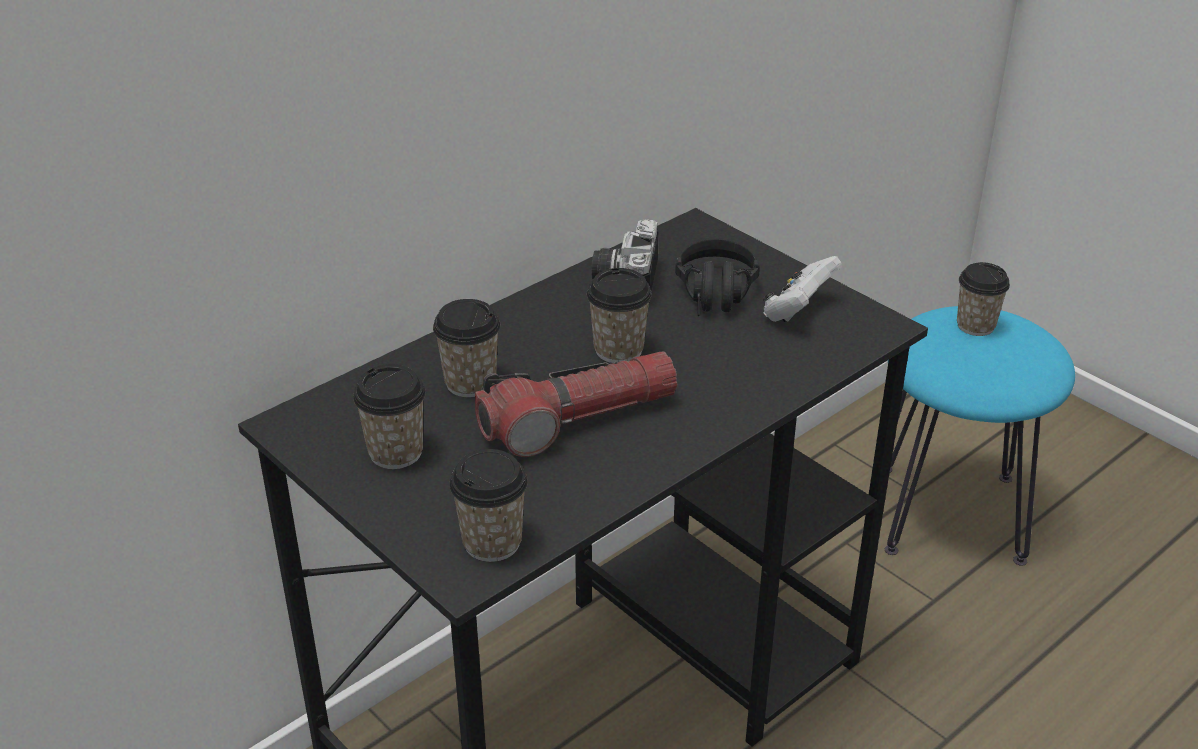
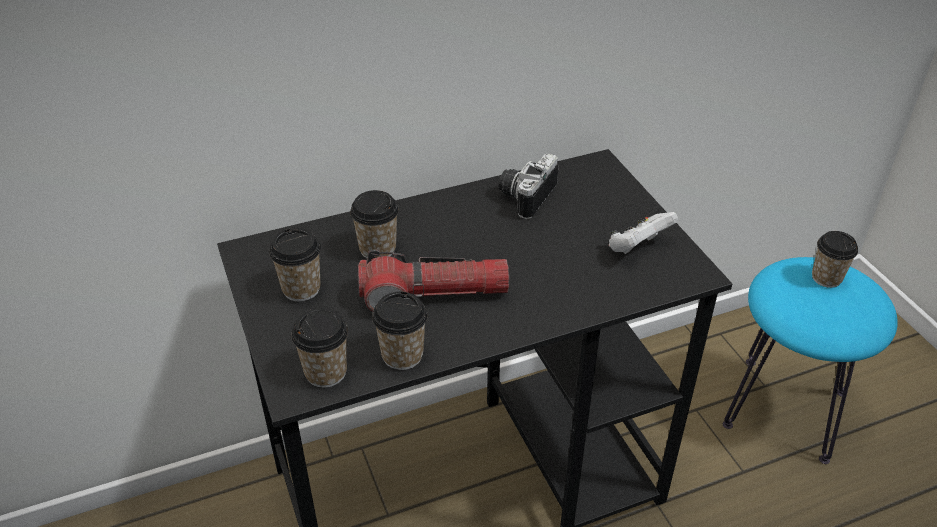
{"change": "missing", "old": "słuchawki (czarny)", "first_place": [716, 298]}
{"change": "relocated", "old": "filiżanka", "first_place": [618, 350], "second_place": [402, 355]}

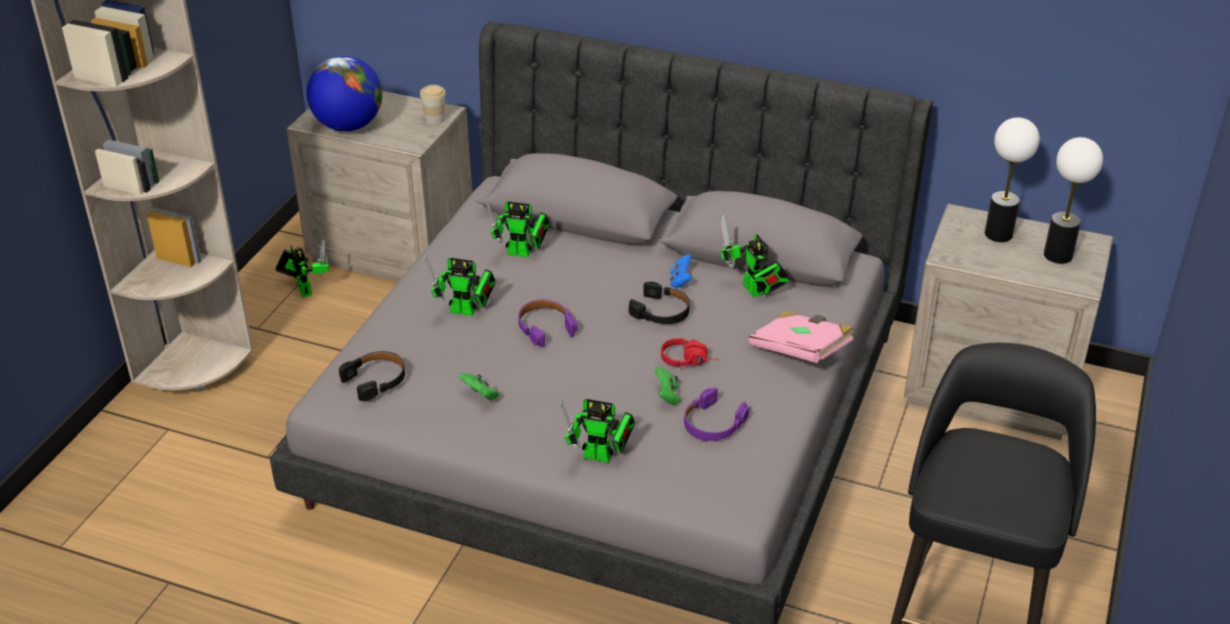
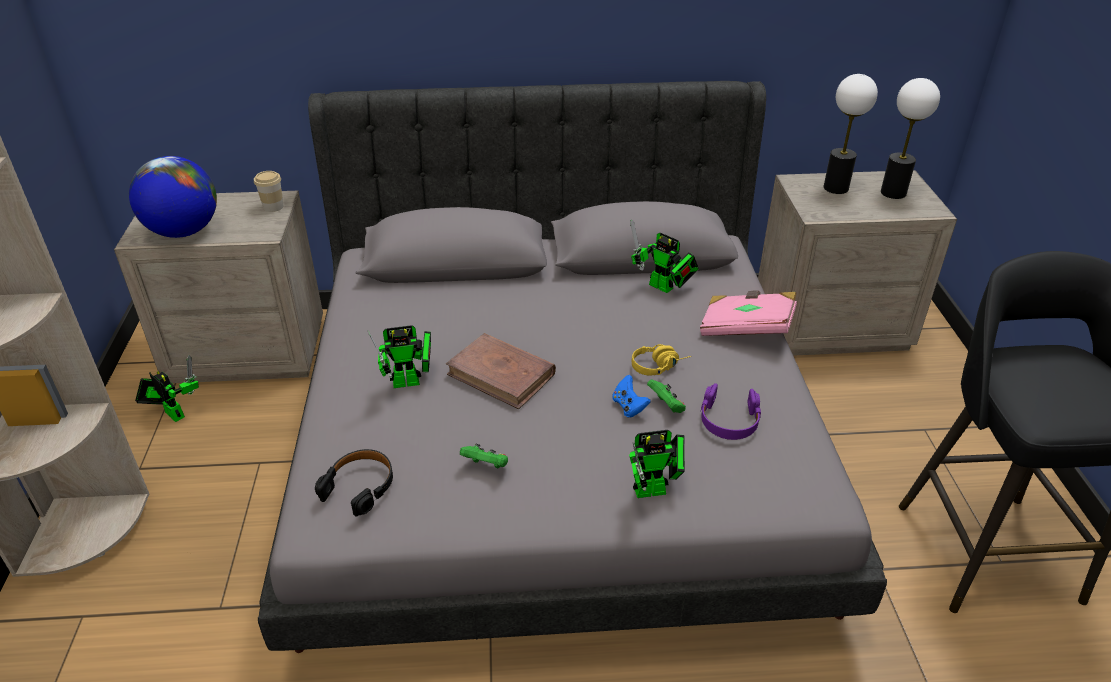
{"change": "missing", "old": "robot zabawkowy", "first_place": [522, 253]}
{"change": "relocated", "old": "pad do gier (niebieski)", "first_place": [680, 281], "second_place": [629, 407]}
{"change": "missing", "old": "słuchawki (czarny)", "first_place": [661, 312]}
{"change": "exchanged", "old": "słuchawki (fioletowy)", "new": "książka (brązowy)", "first_place": [545, 327], "second_place": [501, 375]}
{"change": "colour", "old": "słuchawki (czerwony)", "new": "słuchawki (żółty)", "first_place": [689, 360], "second_place": [659, 366]}

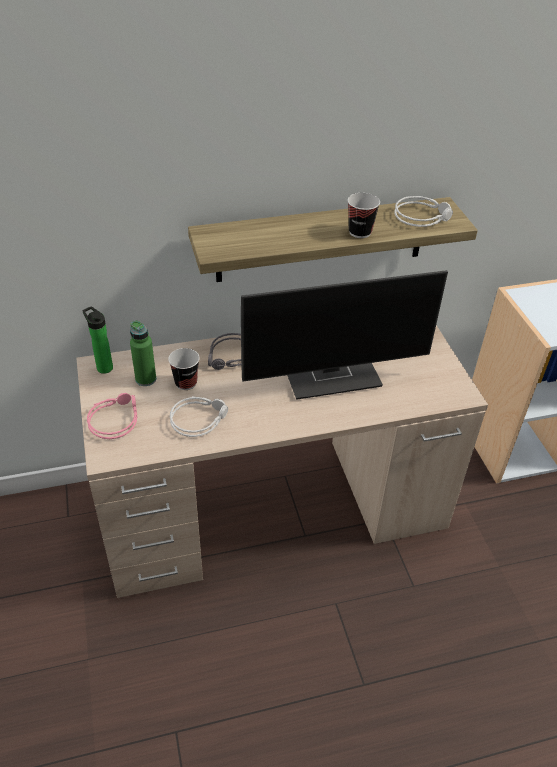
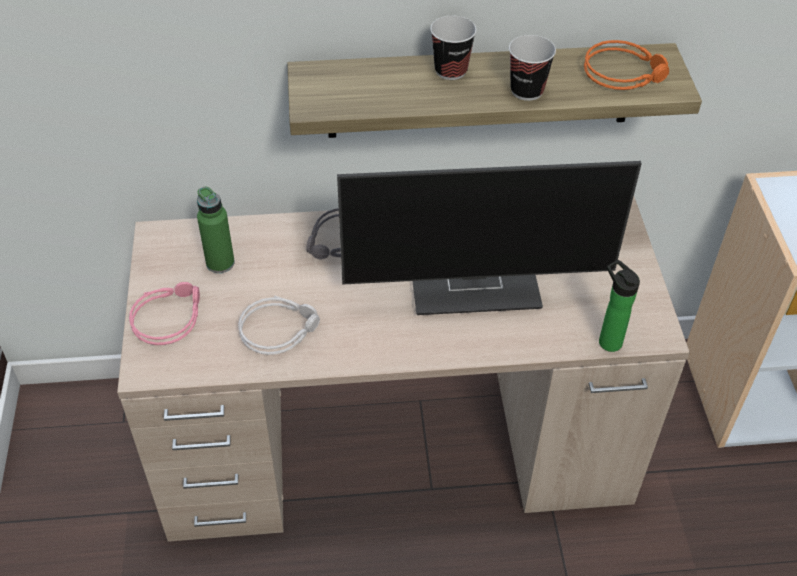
{"change": "colour", "old": "słuchawki (szary)", "new": "słuchawki (pomarańczowy)", "first_place": [422, 216], "second_place": [624, 72]}
{"change": "relocated", "old": "butelka", "first_place": [103, 367], "second_place": [607, 340]}
{"change": "relocated", "old": "filiżanka", "first_place": [186, 383], "second_place": [451, 70]}

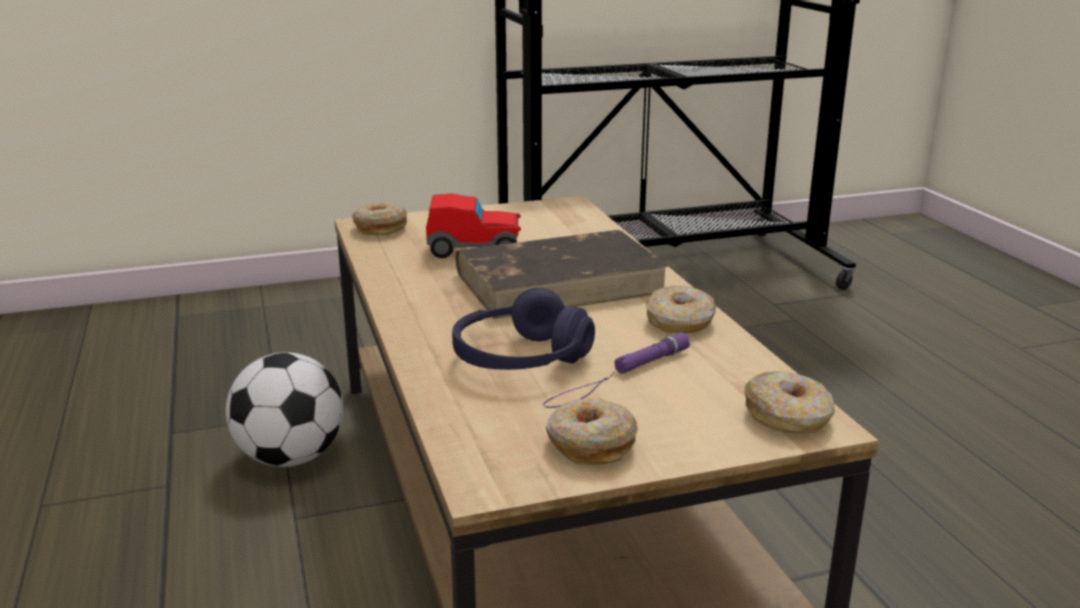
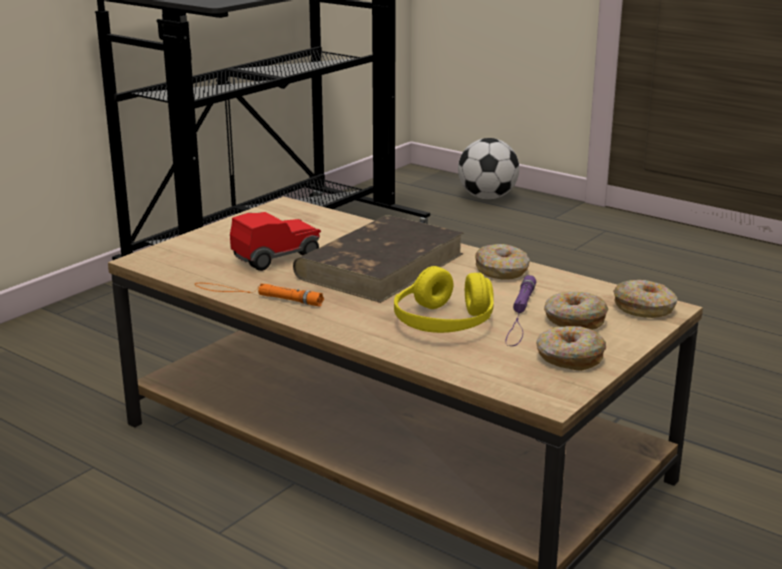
{"change": "relocated", "old": "donut", "first_place": [380, 228], "second_place": [574, 320]}
{"change": "colour", "old": "słuchawki (fioletowy)", "new": "słuchawki (żółty)", "first_place": [520, 359], "second_place": [444, 323]}
{"change": "relocated", "old": "piłka futbolowa", "first_place": [290, 458], "second_place": [487, 197]}
{"change": "appeared", "new": "latarka (pomarańczowy)", "second_place": [256, 295]}

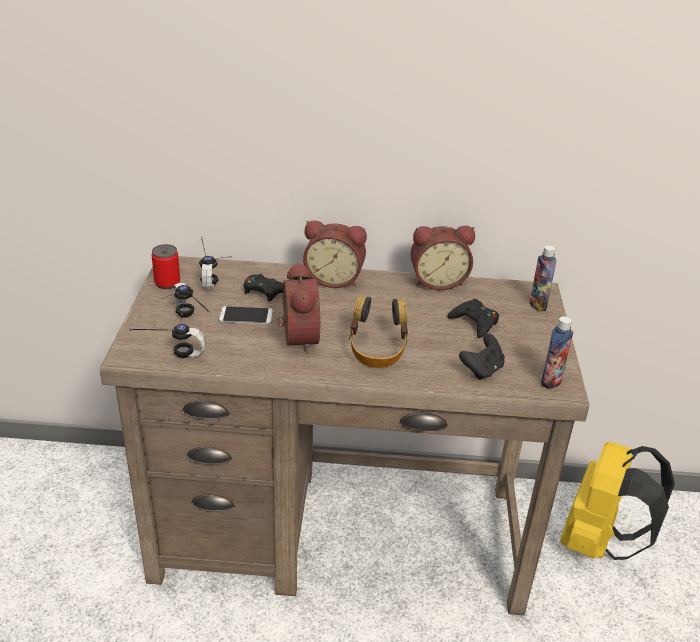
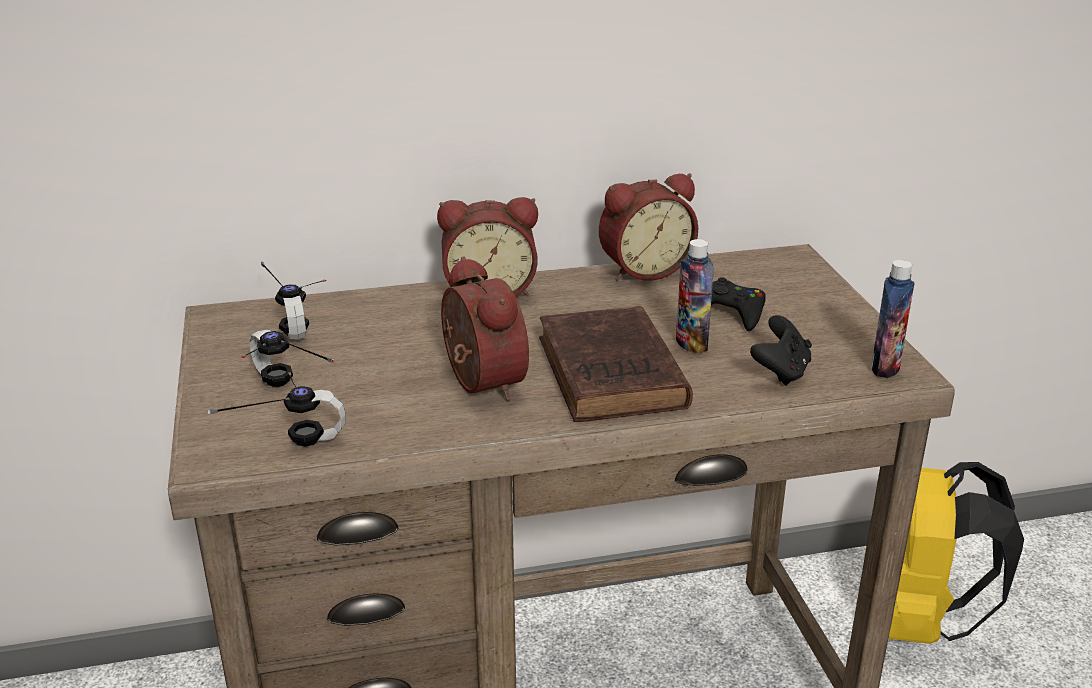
{"change": "missing", "old": "puszka", "first_place": [167, 283]}
{"change": "relocated", "old": "butelka", "first_place": [537, 305], "second_place": [691, 344]}
{"change": "missing", "old": "pad do gier (czarny)", "first_place": [265, 291]}
{"change": "exchanged", "old": "słuchawki", "new": "książka (brązowy)", "first_place": [377, 350], "second_place": [612, 375]}
{"change": "missing", "old": "telefon", "first_place": [246, 316]}

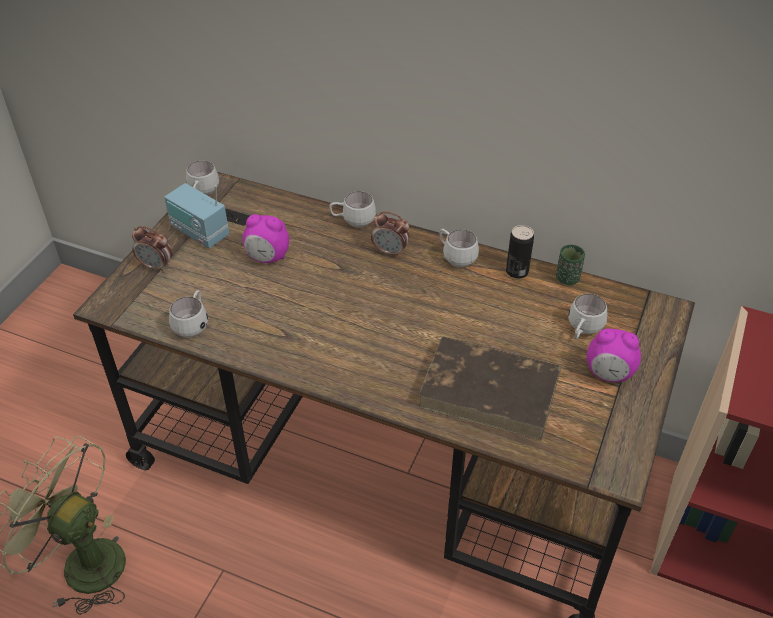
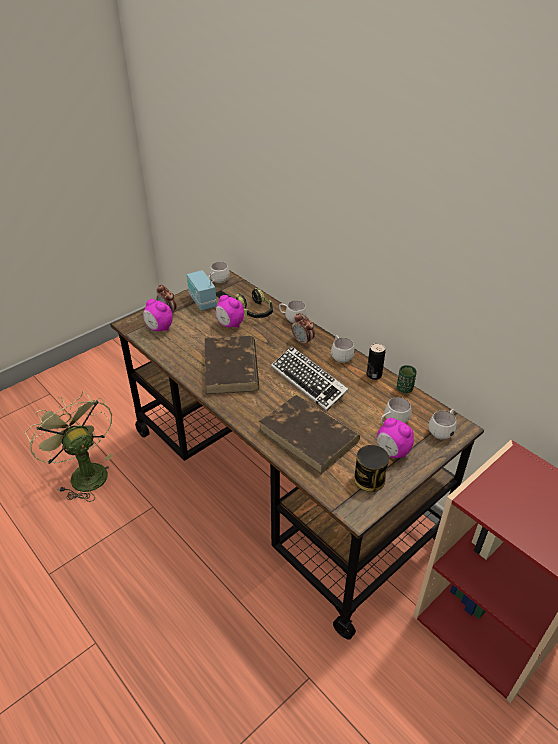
{"change": "relocated", "old": "kubek (biały)", "first_place": [193, 324], "second_place": [442, 431]}
{"change": "appeared", "new": "słuchawki", "second_place": [255, 311]}
{"change": "appeared", "new": "budzik", "second_place": [159, 328]}
{"change": "appeared", "new": "książka (brązowy)", "second_place": [231, 368]}
{"change": "appeared", "new": "klawiatura", "second_place": [308, 382]}
{"change": "appeared", "new": "puszka", "second_place": [369, 479]}

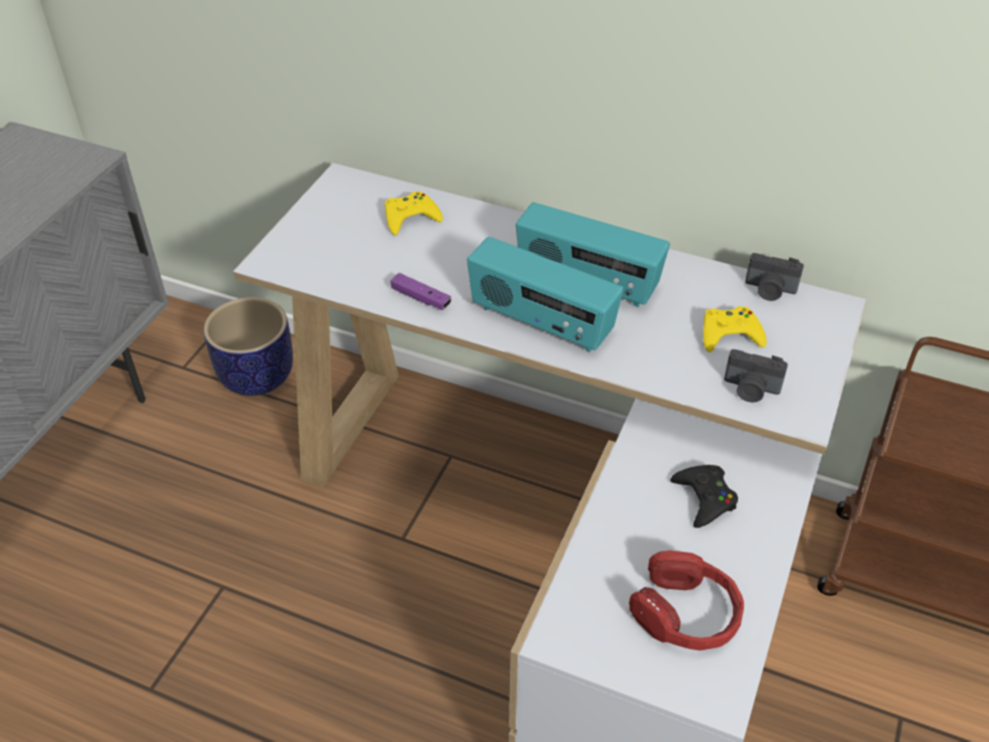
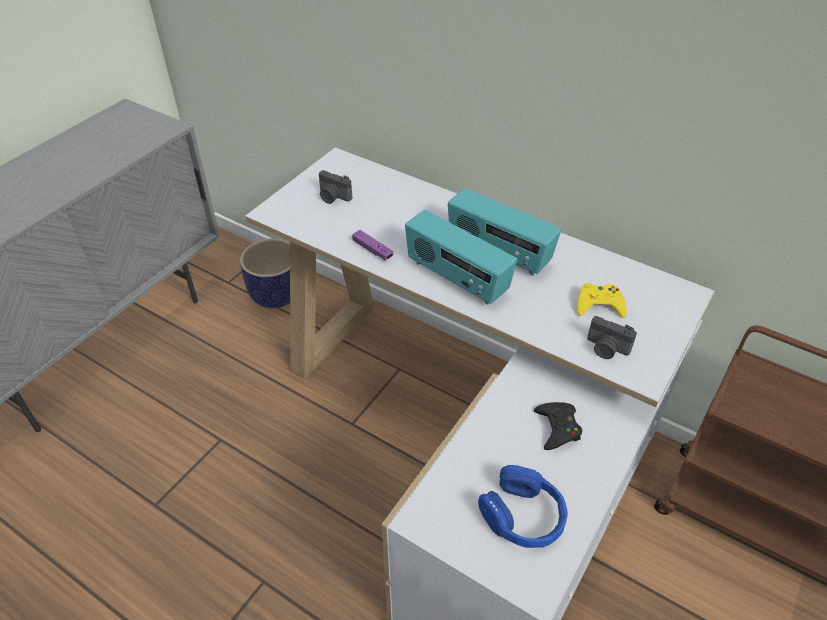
{"change": "missing", "old": "pad do gier (żółty)", "first_place": [410, 218]}
{"change": "relocated", "old": "aparat fotograficzny", "first_place": [769, 290], "second_place": [333, 197]}
{"change": "colour", "old": "słuchawki (czerwony)", "new": "słuchawki (niebieski)", "first_place": [686, 614], "second_place": [523, 516]}

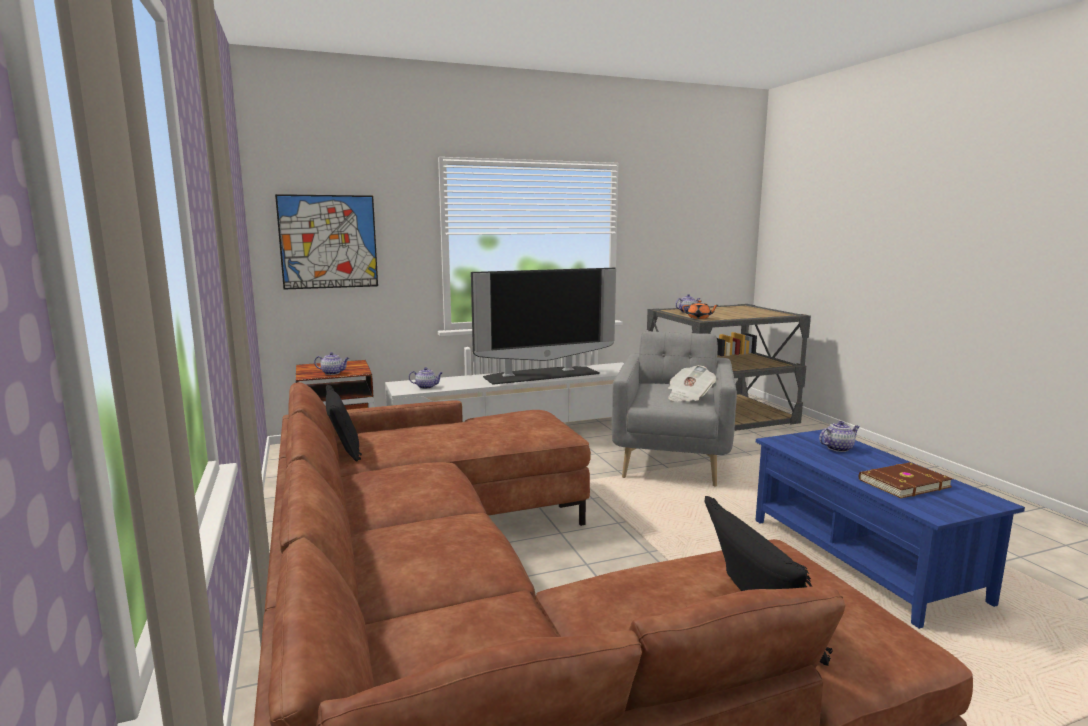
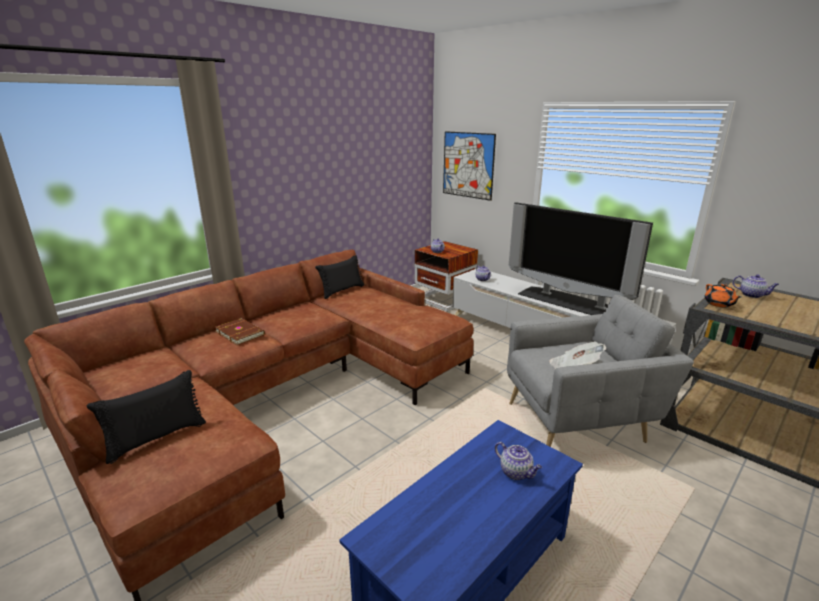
{"change": "relocated", "old": "książka (brązowy)", "first_place": [902, 483], "second_place": [240, 333]}

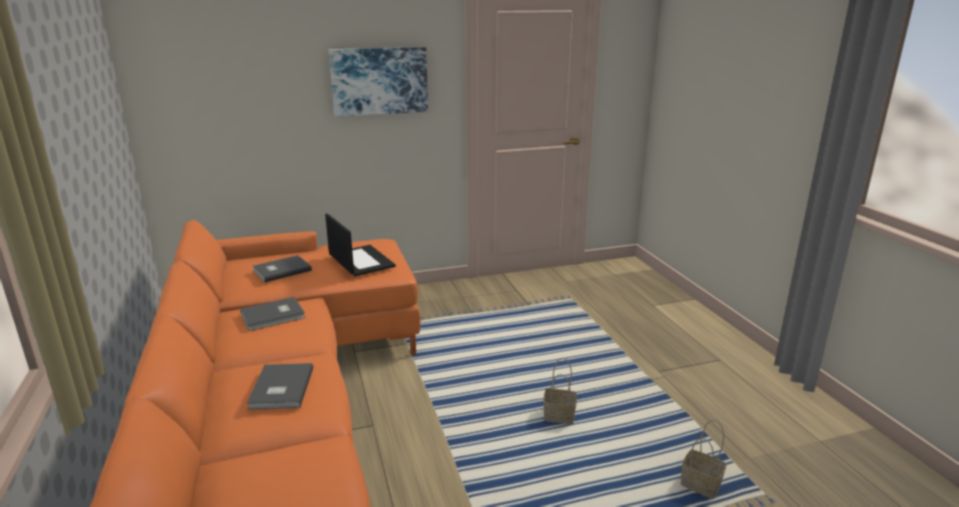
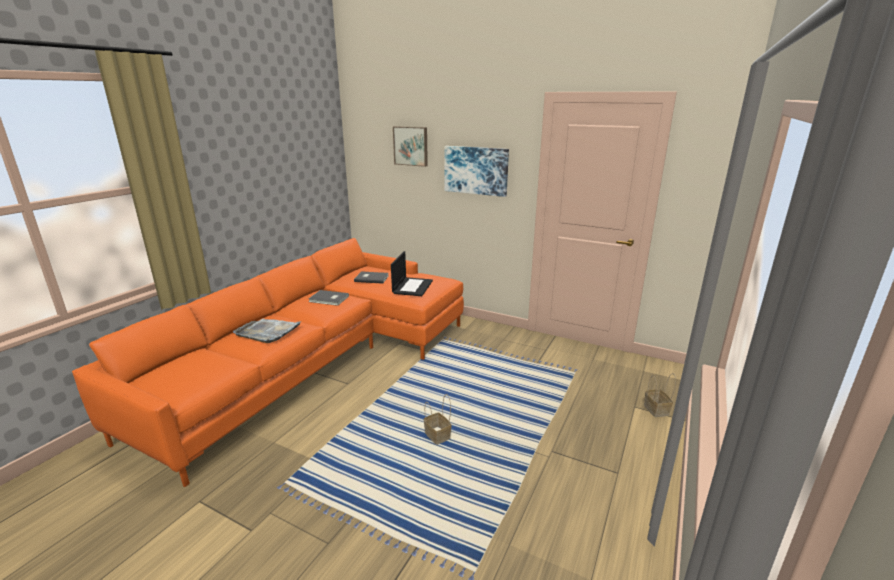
{"change": "exchanged", "old": "książka (szary)", "new": "taca (szary)", "first_place": [280, 389], "second_place": [268, 331]}
{"change": "relocated", "old": "koszyk", "first_place": [702, 485], "second_place": [657, 410]}
{"change": "appeared", "new": "obraz", "second_place": [411, 146]}

